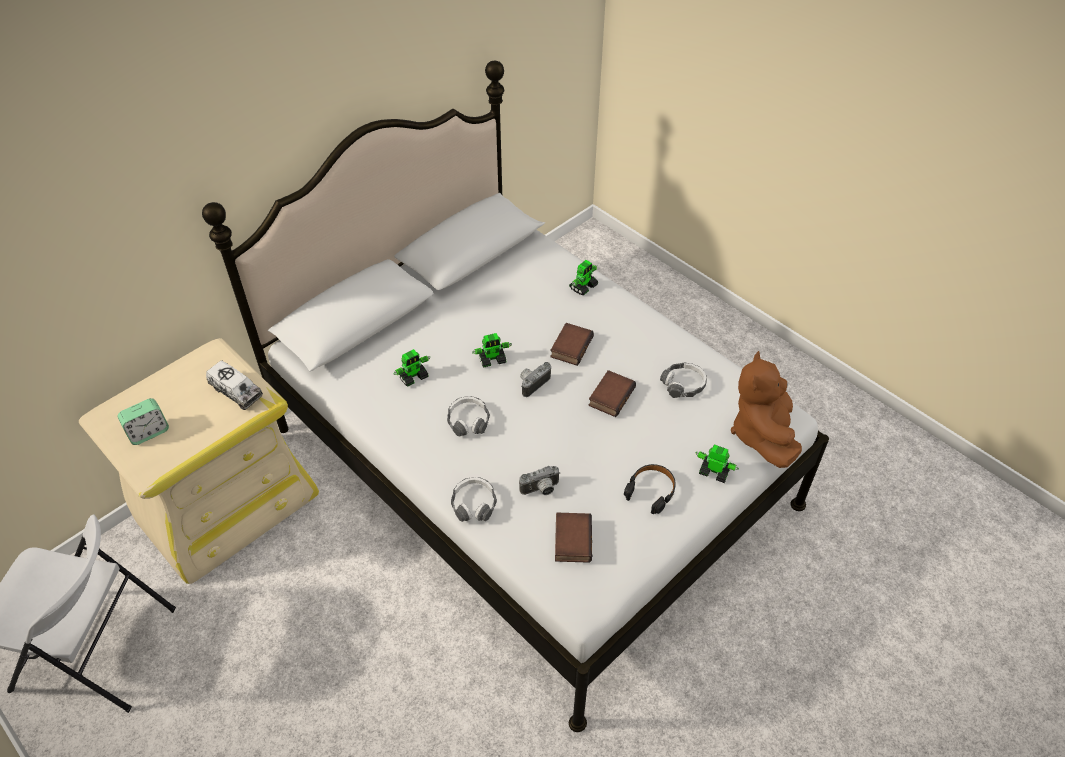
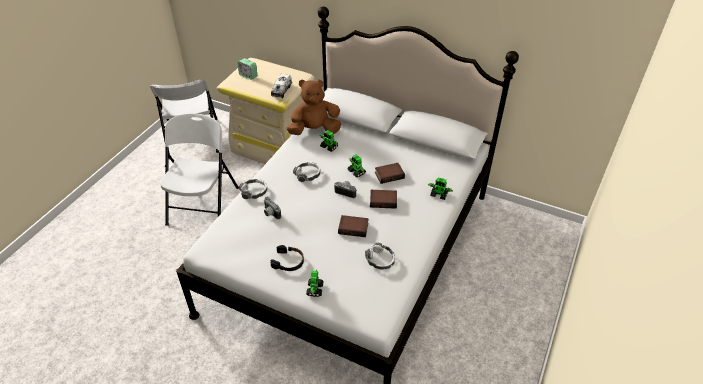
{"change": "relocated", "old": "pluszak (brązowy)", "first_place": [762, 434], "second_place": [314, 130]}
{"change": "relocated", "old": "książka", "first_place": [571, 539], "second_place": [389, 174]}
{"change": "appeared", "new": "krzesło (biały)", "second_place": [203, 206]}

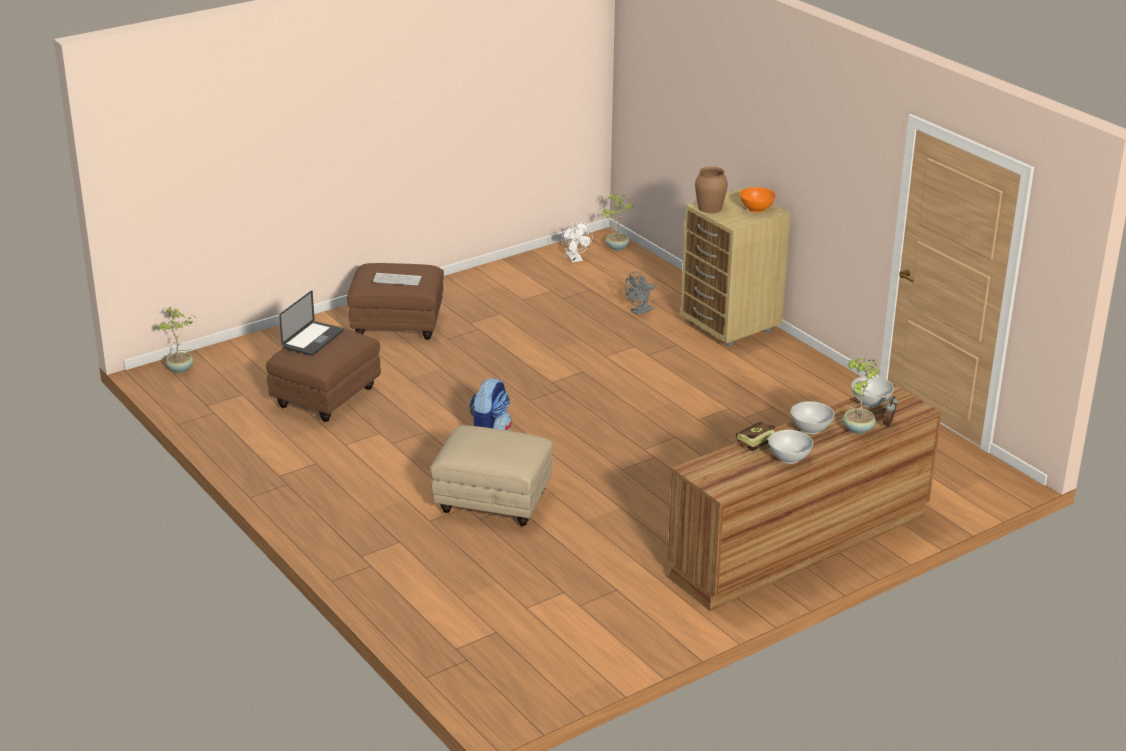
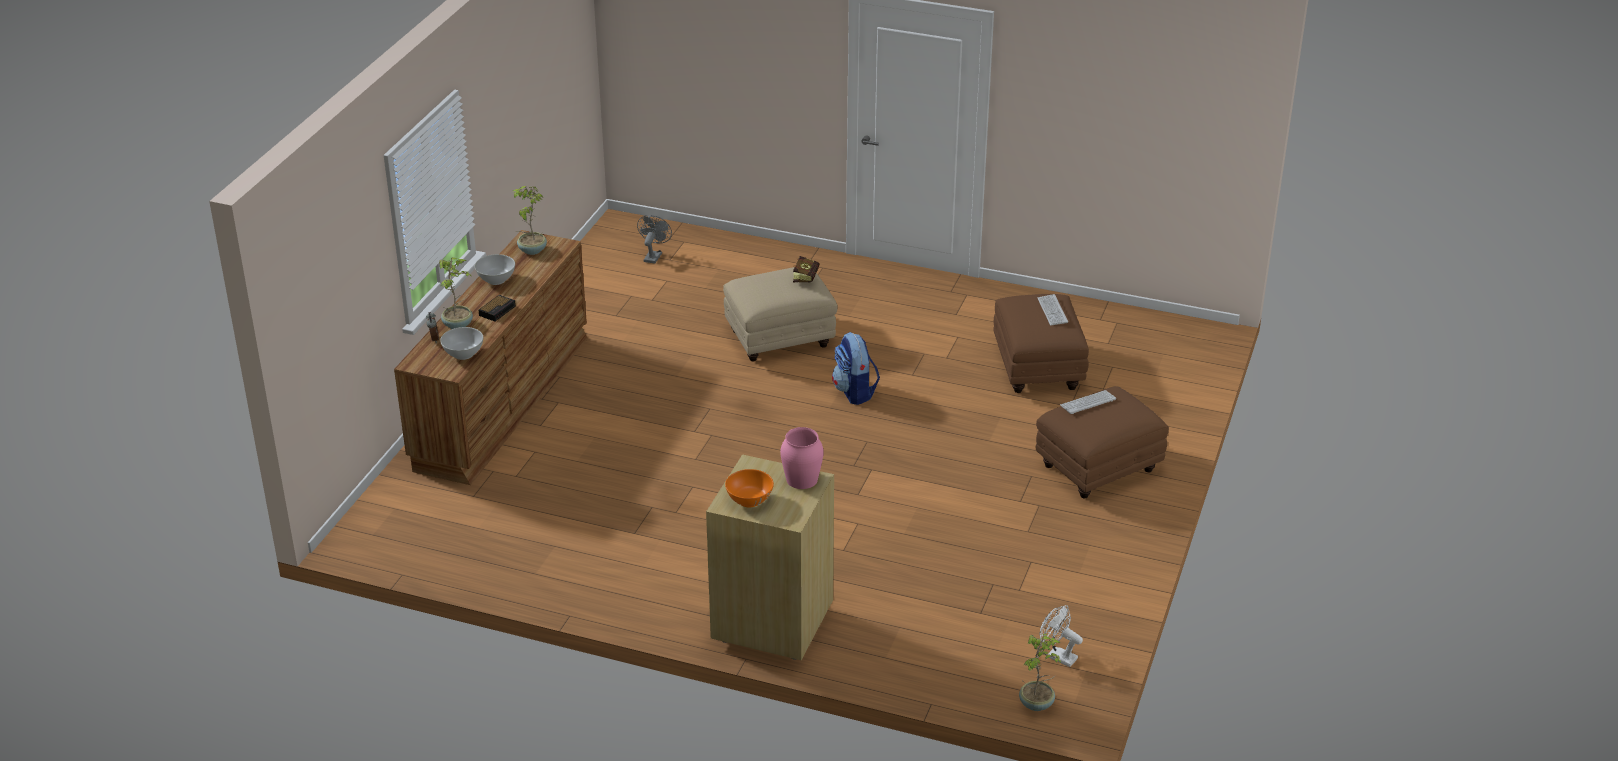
{"change": "colour", "old": "wazon (brązowy)", "new": "wazon (różowy)", "first_place": [710, 208], "second_place": [802, 479]}
{"change": "relocated", "old": "wentylator (szary)", "first_place": [639, 312], "second_place": [653, 256]}
{"change": "exchanged", "old": "laptop", "new": "klawiatura", "first_place": [313, 339], "second_place": [1052, 311]}
{"change": "relocated", "old": "roślina doniczkowa", "first_place": [180, 369], "second_place": [531, 250]}
{"change": "exchanged", "old": "miska (biały)", "new": "budzik", "first_place": [810, 429], "second_place": [498, 310]}
{"change": "relocated", "old": "książka", "first_place": [752, 445], "second_place": [806, 277]}

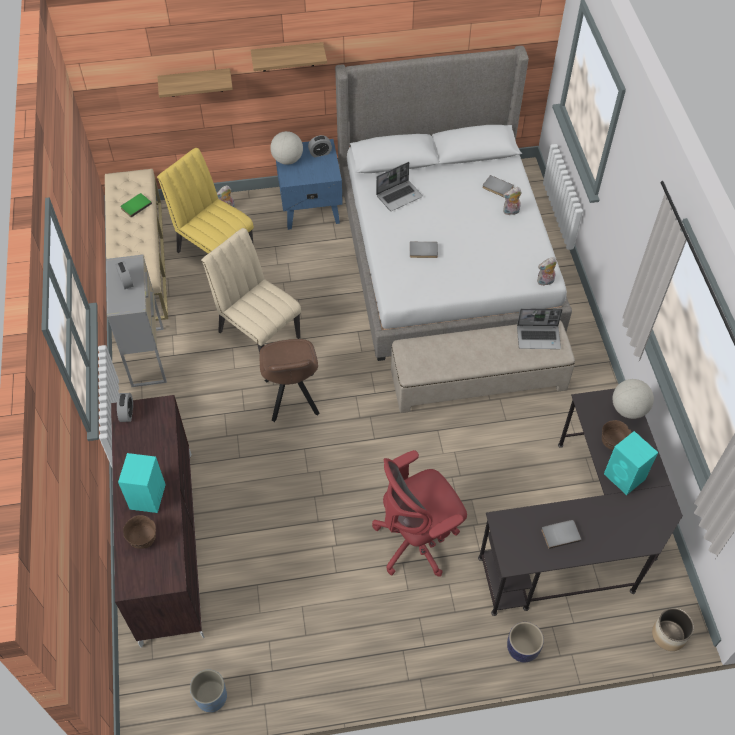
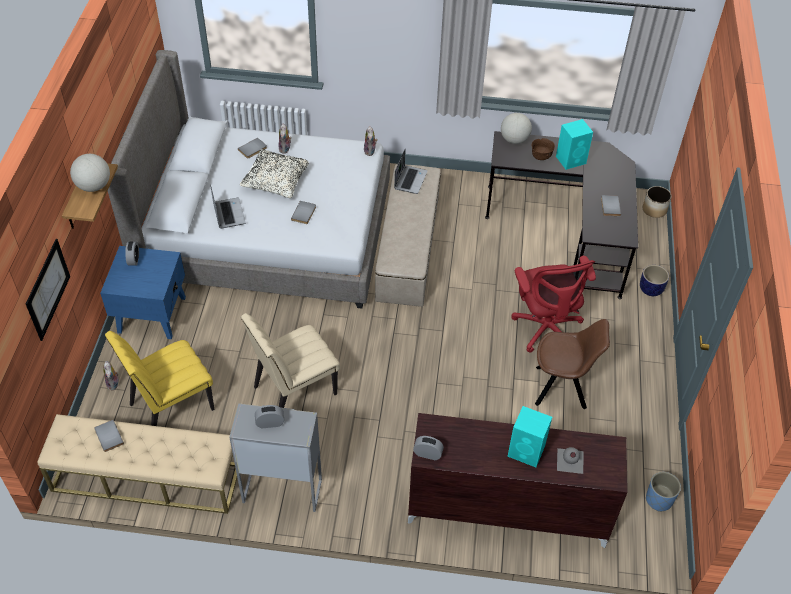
{"change": "exchanged", "old": "półka", "new": "obraz", "first_place": [195, 82], "second_place": [48, 289]}
{"change": "relocated", "old": "globus", "first_place": [287, 159], "second_place": [94, 186]}
{"change": "colour", "old": "książka (zielony)", "new": "książka (szary)", "first_place": [135, 205], "second_place": [108, 437]}
{"change": "relocated", "old": "krzesło (brązowy)", "first_place": [292, 397], "second_place": [561, 388]}
{"change": "exchanged", "old": "miska (brązowy)", "new": "butelka (szary)", "first_place": [143, 539], "second_place": [569, 461]}
{"change": "appeared", "new": "poduszka (beżowy)", "second_place": [276, 179]}

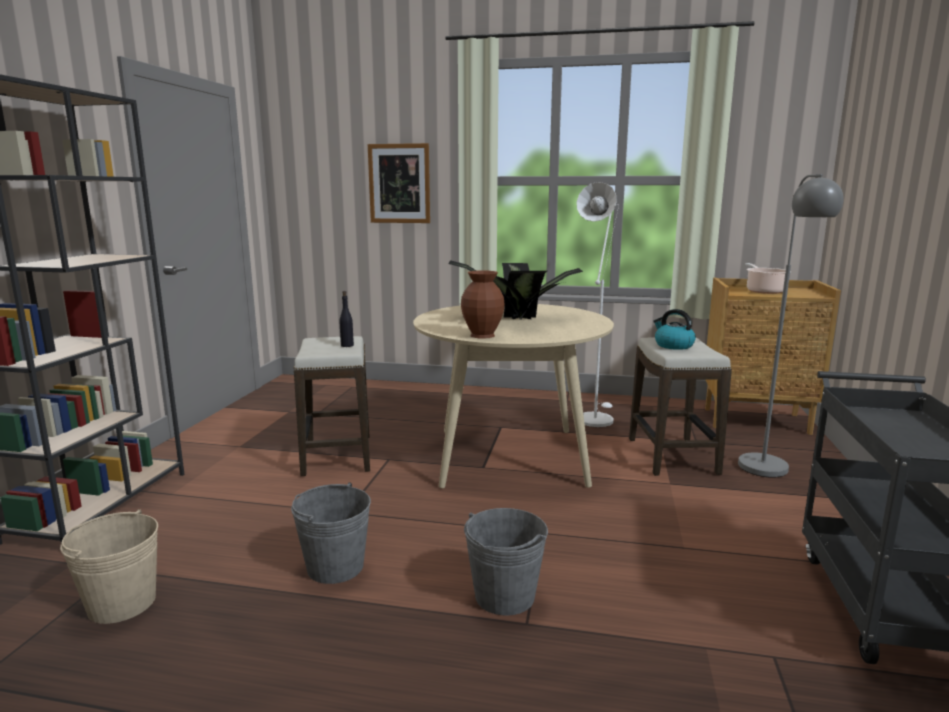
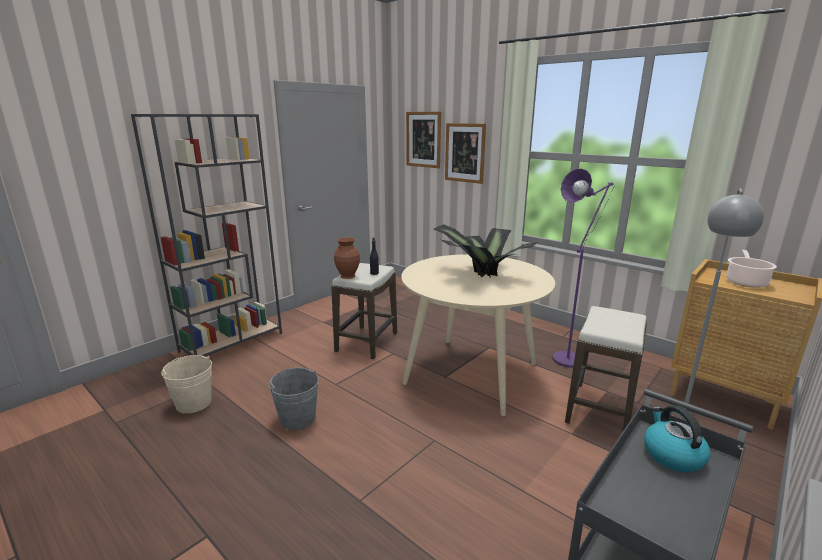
{"change": "colour", "old": "lampa stojąca (biały)", "new": "lampa stojąca (fioletowy)", "first_place": [595, 417], "second_place": [570, 357]}
{"change": "relocated", "old": "wazon (brązowy)", "first_place": [483, 335], "second_place": [348, 276]}
{"change": "relocated", "old": "czajnik", "first_place": [673, 345], "second_place": [672, 455]}
{"change": "missing", "old": "wiadro (szary)", "first_place": [504, 596]}
{"change": "appeared", "new": "obraz", "second_place": [423, 139]}

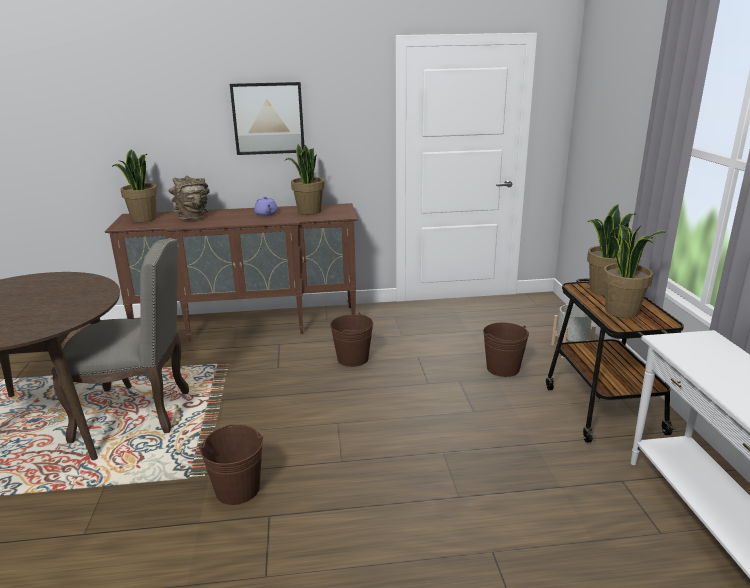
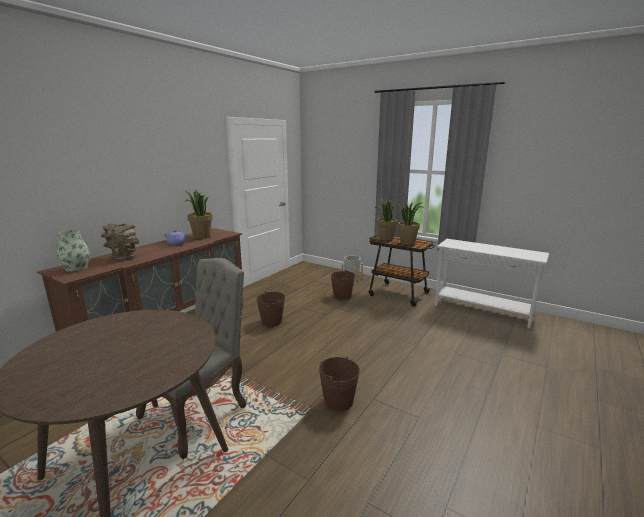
{"change": "missing", "old": "obraz", "first_place": [268, 118]}
{"change": "exchanged", "old": "roślina doniczkowa", "new": "wazon", "first_place": [143, 219], "second_place": [76, 268]}

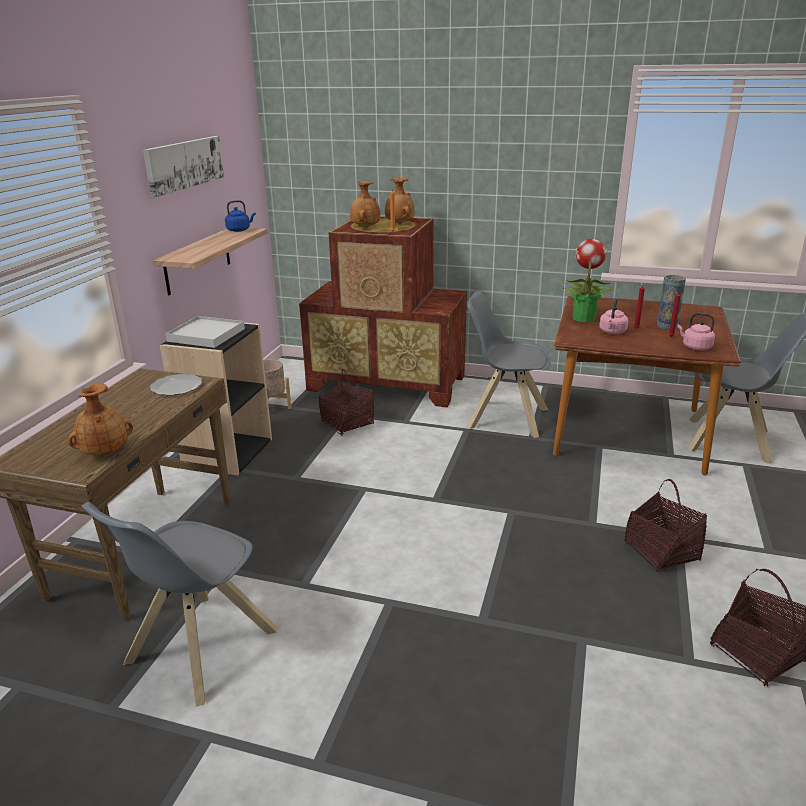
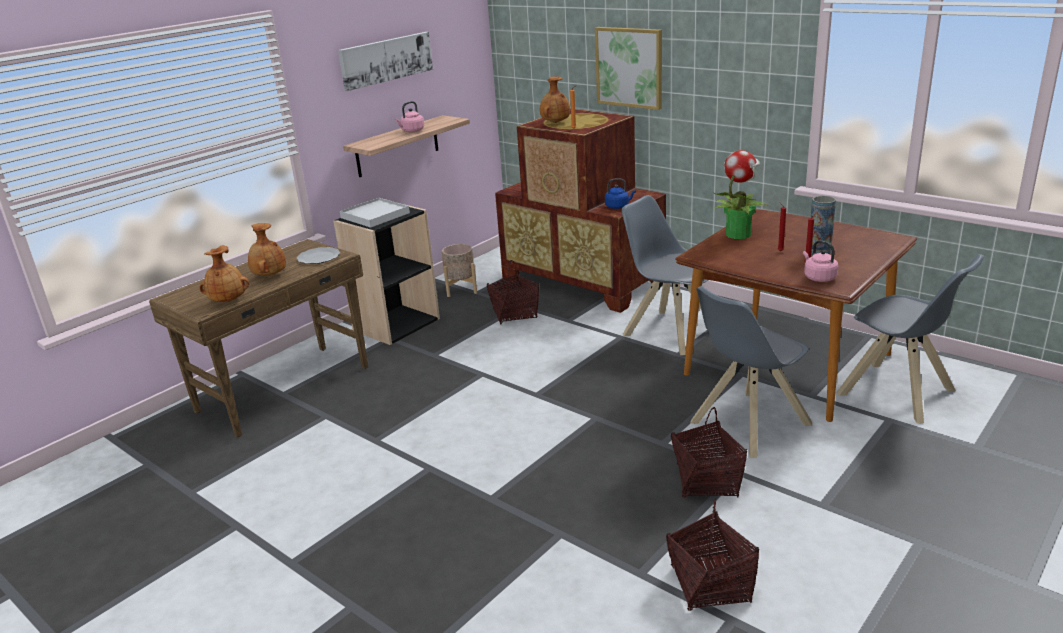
{"change": "relocated", "old": "wazon (brązowy)", "first_place": [399, 223], "second_place": [269, 275]}
{"change": "relocated", "old": "czajnik (niebieski)", "first_place": [239, 230], "second_place": [618, 206]}
{"change": "relocated", "old": "czajnik (różowy)", "first_place": [612, 332], "second_place": [412, 131]}
{"change": "relocated", "old": "krzesło (szary)", "first_place": [198, 649], "second_place": [747, 424]}
{"change": "appeared", "new": "obraz", "second_place": [629, 67]}

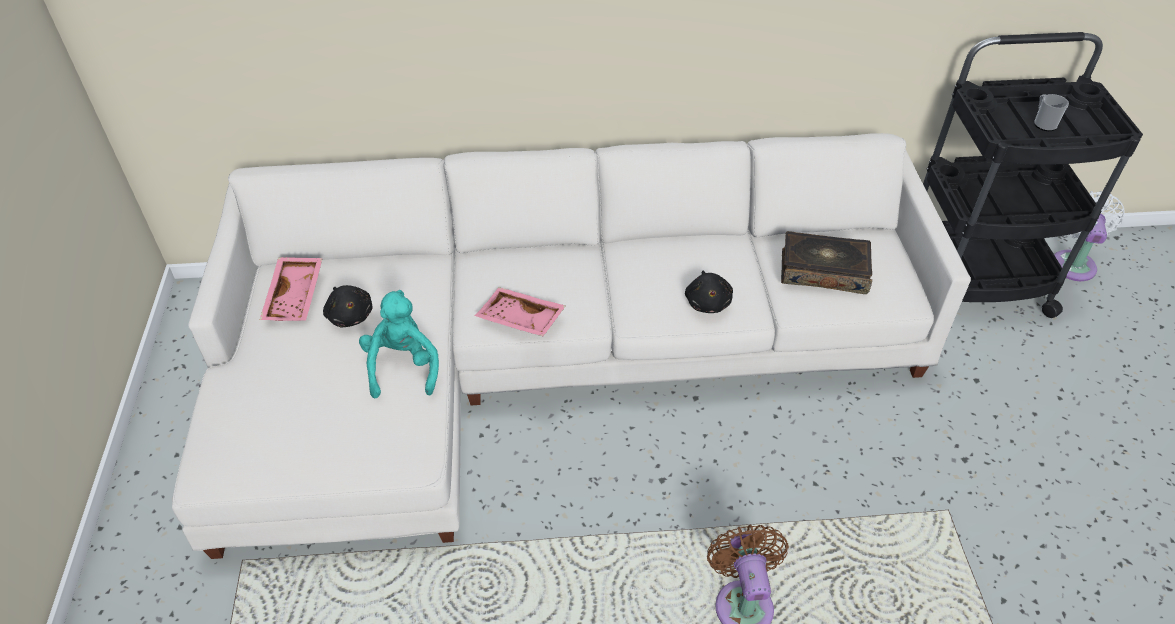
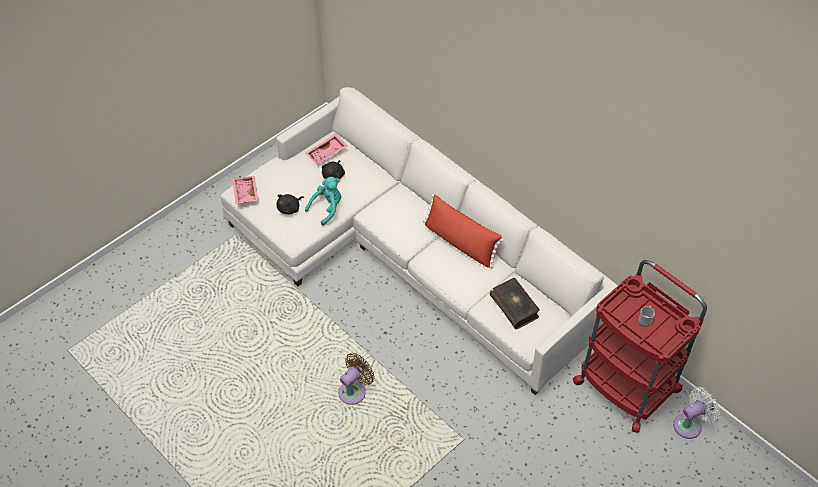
{"change": "colour", "old": "wózek (czarny)", "new": "wózek (czerwony)", "first_place": [971, 281], "second_place": [625, 386]}
{"change": "relocated", "old": "pluszak (czarny)", "first_place": [707, 302], "second_place": [290, 208]}
{"change": "relocated", "old": "taca (różowy)", "first_place": [520, 320], "second_place": [245, 193]}
{"change": "appeared", "new": "poduszka (czerwony)", "second_place": [460, 243]}

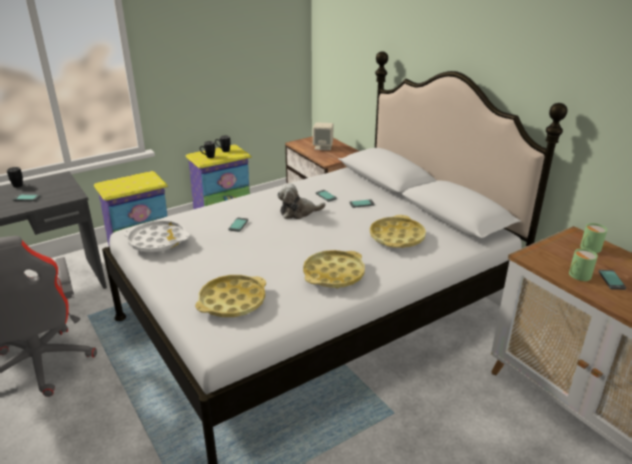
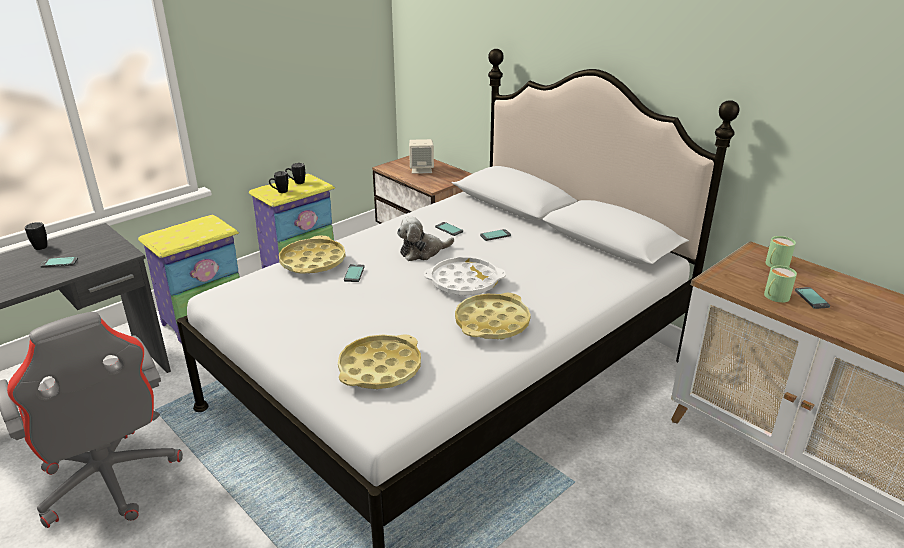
{"change": "relocated", "old": "taca (żółty)", "first_place": [397, 237], "second_place": [312, 262]}
{"change": "relocated", "old": "taca (biały)", "first_place": [157, 241], "second_place": [464, 282]}

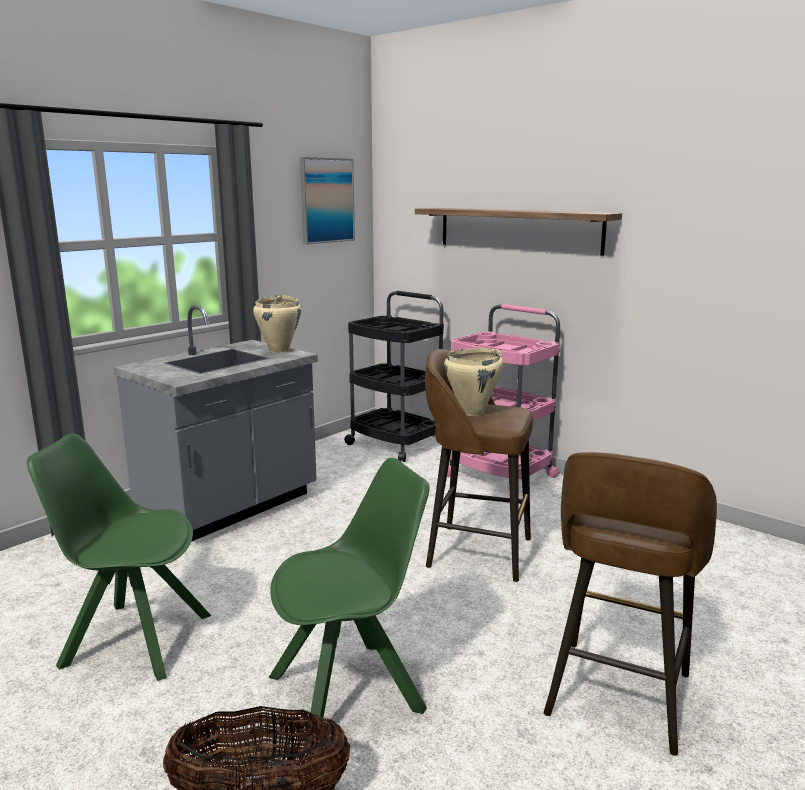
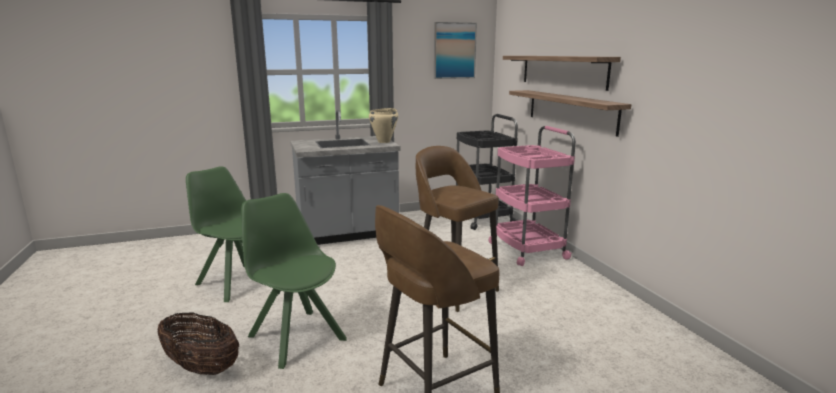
{"change": "missing", "old": "garnek (beżowy)", "first_place": [473, 412]}
{"change": "spun", "old": "krzesło (zielony)", "first_place": [350, 692], "second_place": [296, 336], "degrees": -135}
{"change": "appeared", "new": "półka", "second_place": [570, 110]}

